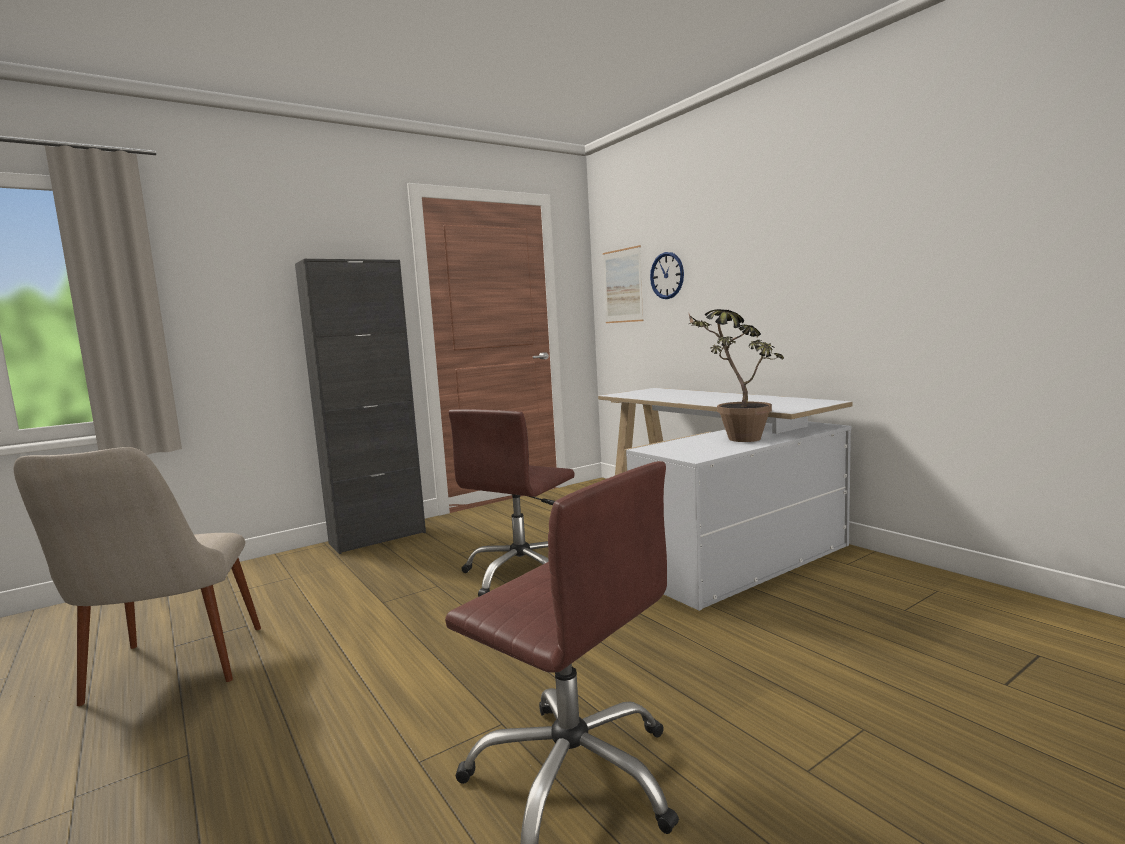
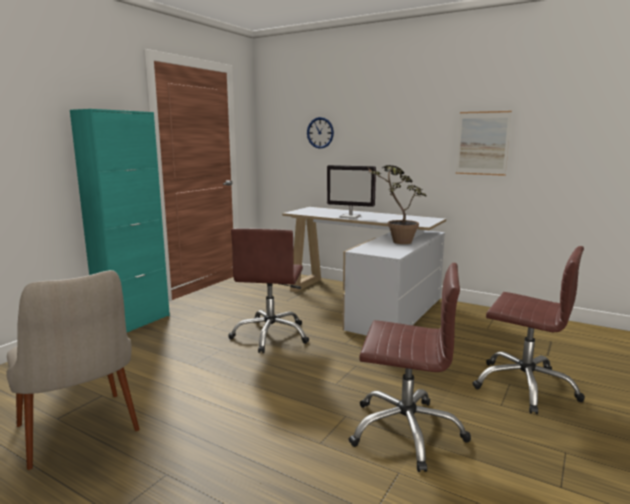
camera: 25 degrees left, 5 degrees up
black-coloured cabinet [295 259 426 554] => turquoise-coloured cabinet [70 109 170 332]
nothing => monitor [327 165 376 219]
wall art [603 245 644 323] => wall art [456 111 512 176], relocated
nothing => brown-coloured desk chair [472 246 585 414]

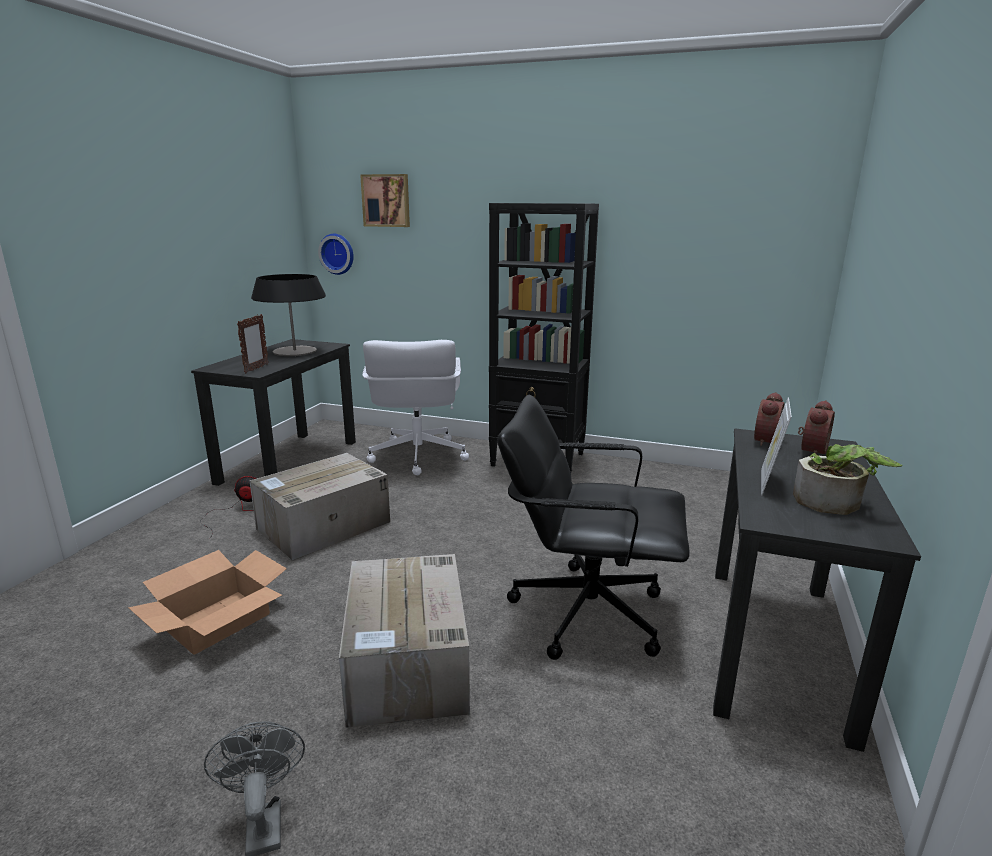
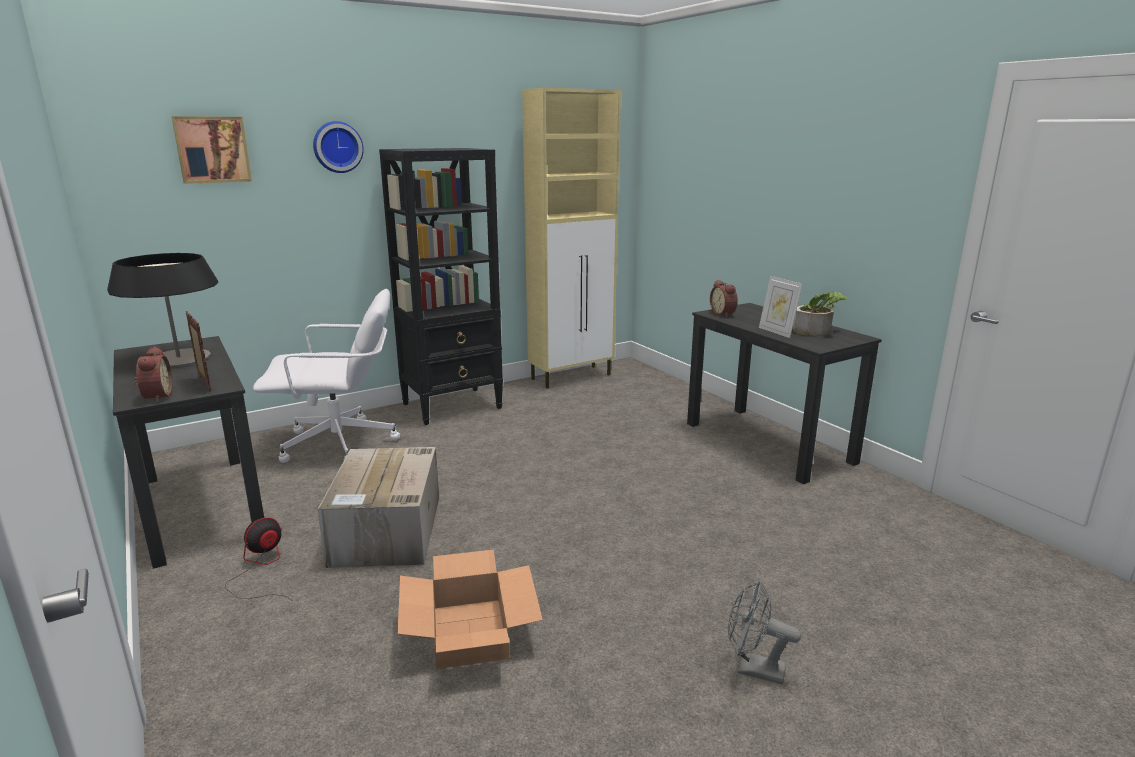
camera: 50 degrees left, 0 degrees up
bedside clock [798 400 835 454] => bedside clock [134 347 172 402], relocated
white-coloured desk chair [363 340 469 475] => white-coloured desk chair [253 289 400 463], 45 degrees counterclockwise
hanging clock [318 234 354 275] => hanging clock [313 121 364 173], relocated
nothing => beige cabinet [522 87 621 388]
cardboard box [339 554 470 728] => nothing
black-coloured desk chair [497 394 690 660] => nothing

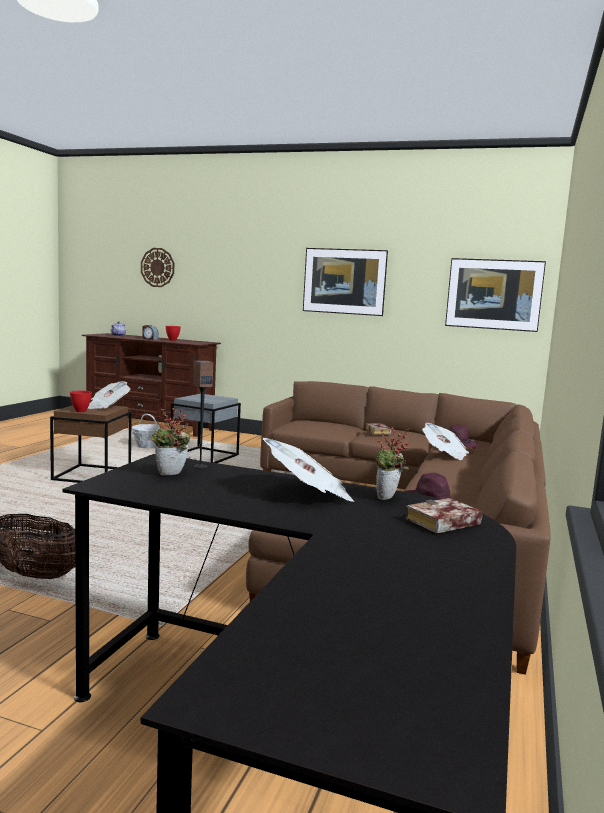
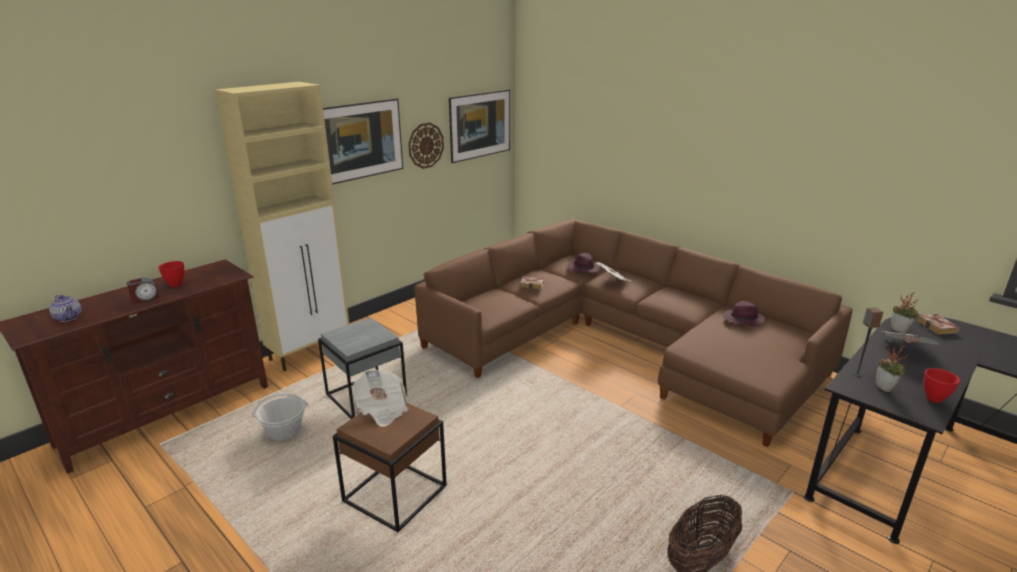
camera: 65 degrees left, 15 degrees up
nothing => beige cabinet [215 82 349 371]
hanging clock [141 248 174 287] => hanging clock [408 123 444 169], relocated
red-coloured serving bowl [70 391 92 412] => red-coloured serving bowl [924 368 960 403], relocated

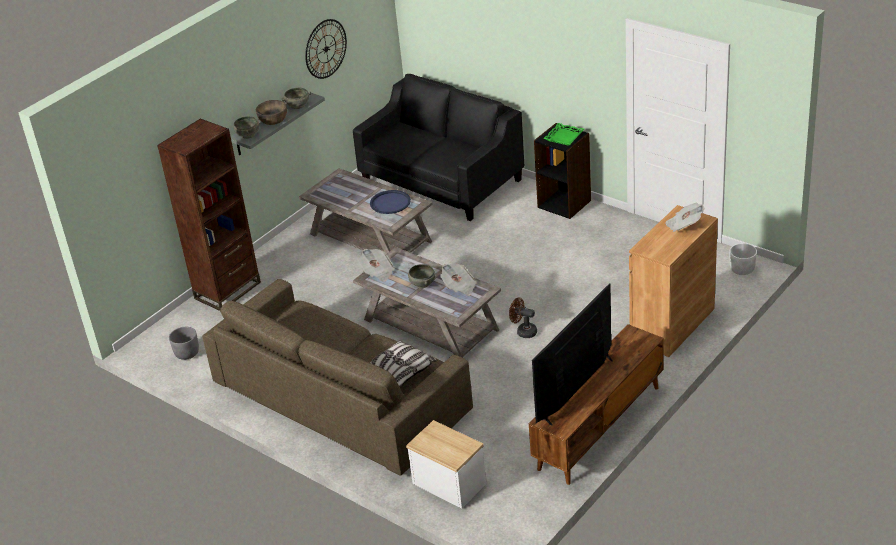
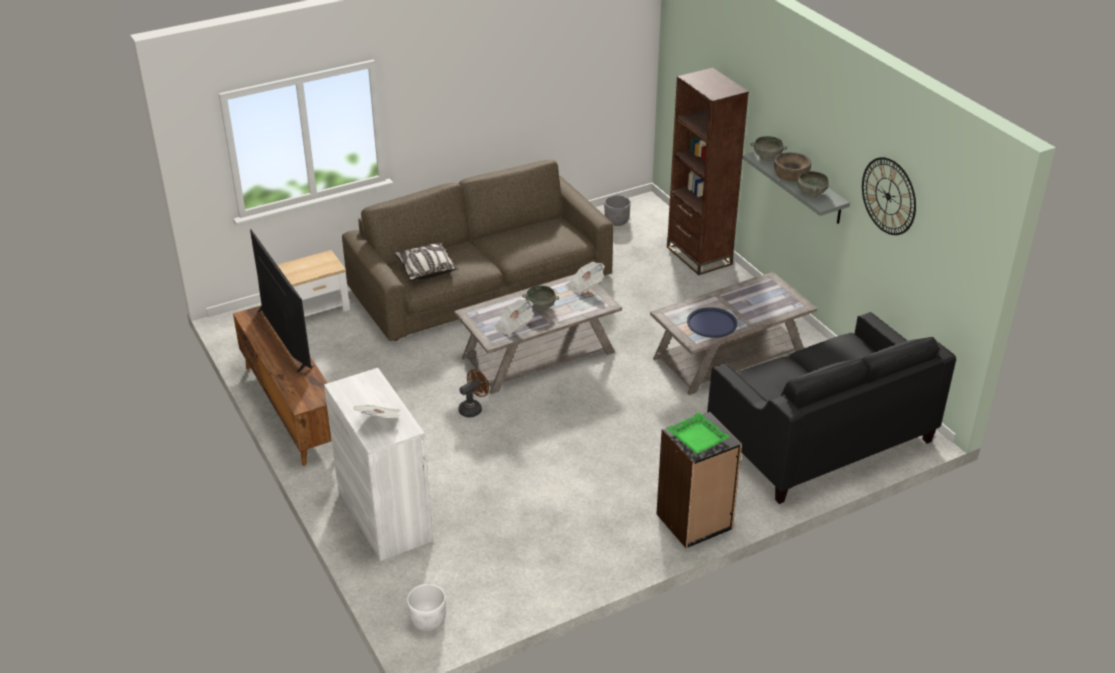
camera: 110 degrees right, 0 degrees up
brown-coloured cabinet [629 205 718 357] => white-coloured cabinet [324 368 433 561]

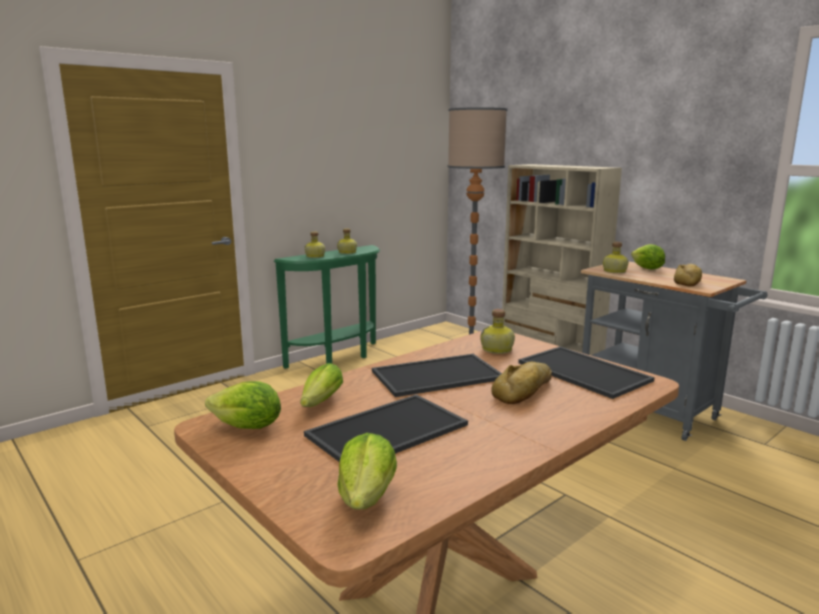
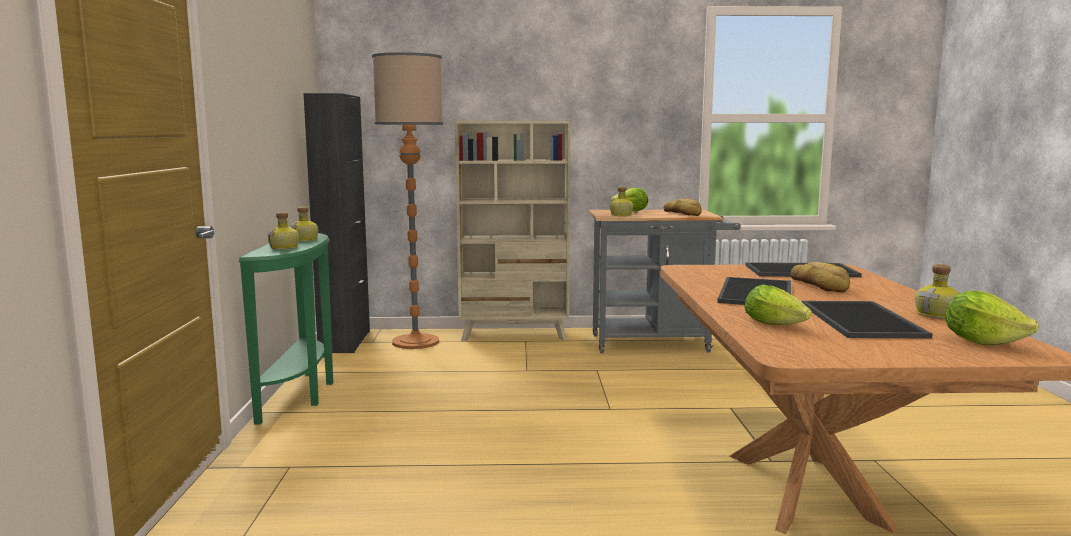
camera: 50 degrees left, 5 degrees down
nothing => black-coloured cabinet [304 93 370 353]
bottle [480 309 515 354] => bottle [915 264 960 319], relocated
lettuce head [205 381 281 429] => nothing

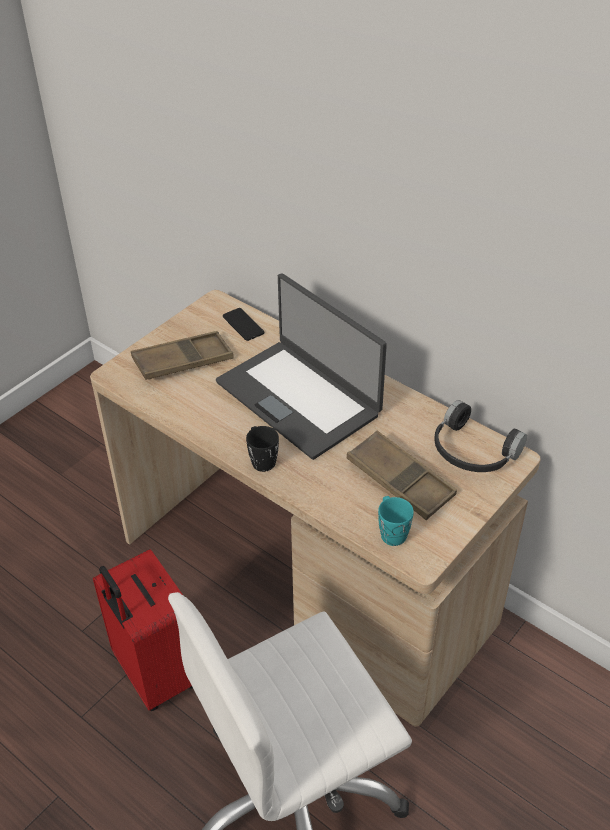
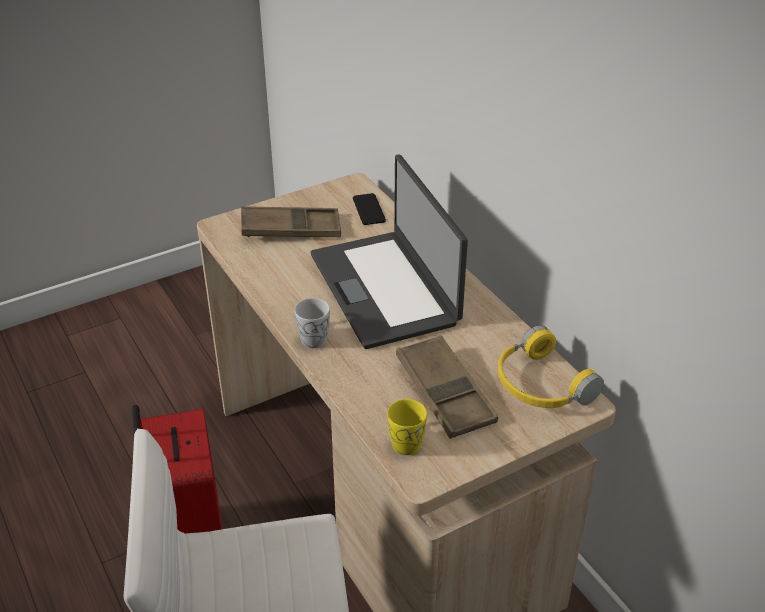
camera: 20 degrees right, 5 degrees down
black-coloured mug [246 426 279 472] => white-coloured mug [295 298 330 348]
turquoise-coloured mug [378 496 414 546] => yellow mug [387 398 427 455]
black-coloured headphones [435 400 527 472] => yellow headphones [498 325 604 408]

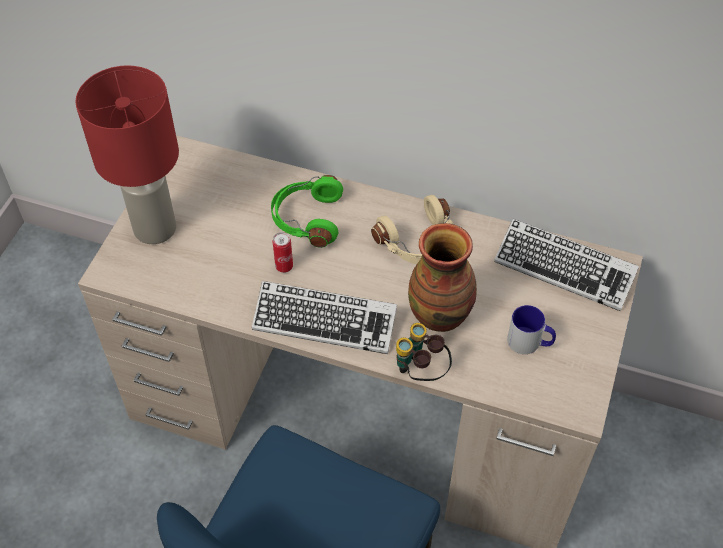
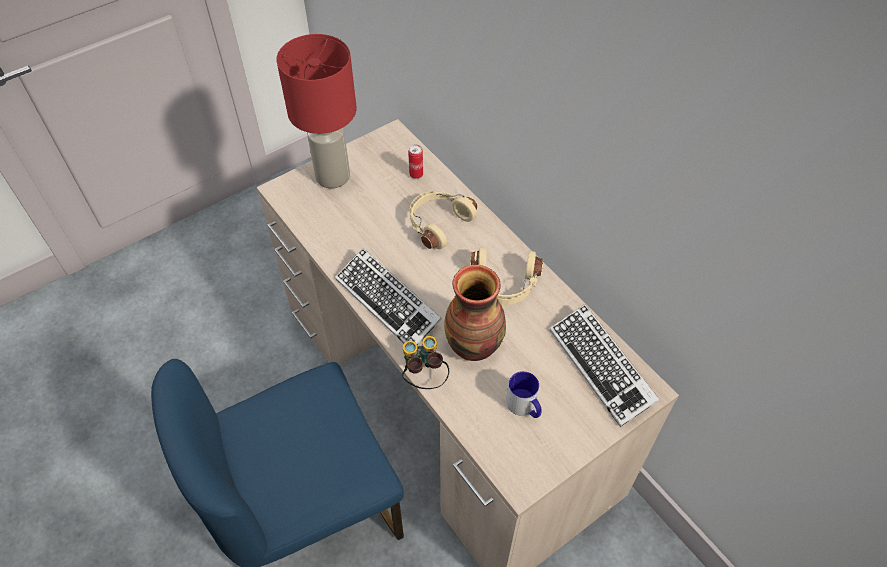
camera: 35 degrees right, 0 degrees up
sealed can [273 232 293 273] => sealed can [408 144 423 179], relocated
green-coloured headphones [271 175 343 248] => beige headphones [410 191 477 249]

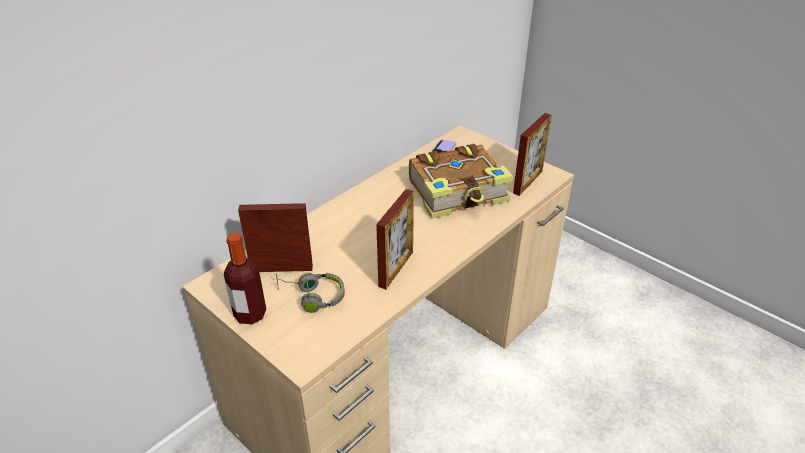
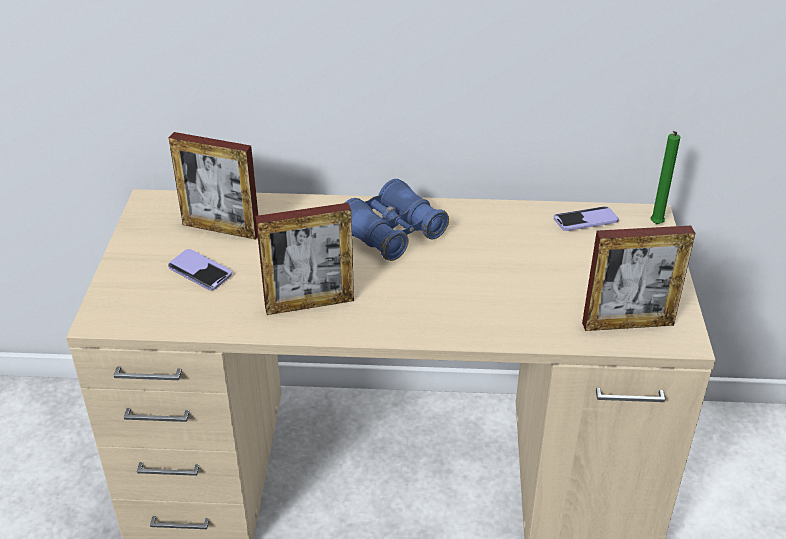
camera: 50 degrees right, 0 degrees up
greyish headphones [276 273 345 313] => handset [168 249 232 291]
standing frame [238 203 313 272] => standing frame [169 132 258 240], 150 degrees clockwise
nothing => blue field glasses [345 179 449 261]
nothing => green-coloured wax light [650 131 680 224]
bottle [224 233 266 324] => nothing
book [409 144 513 218] => nothing

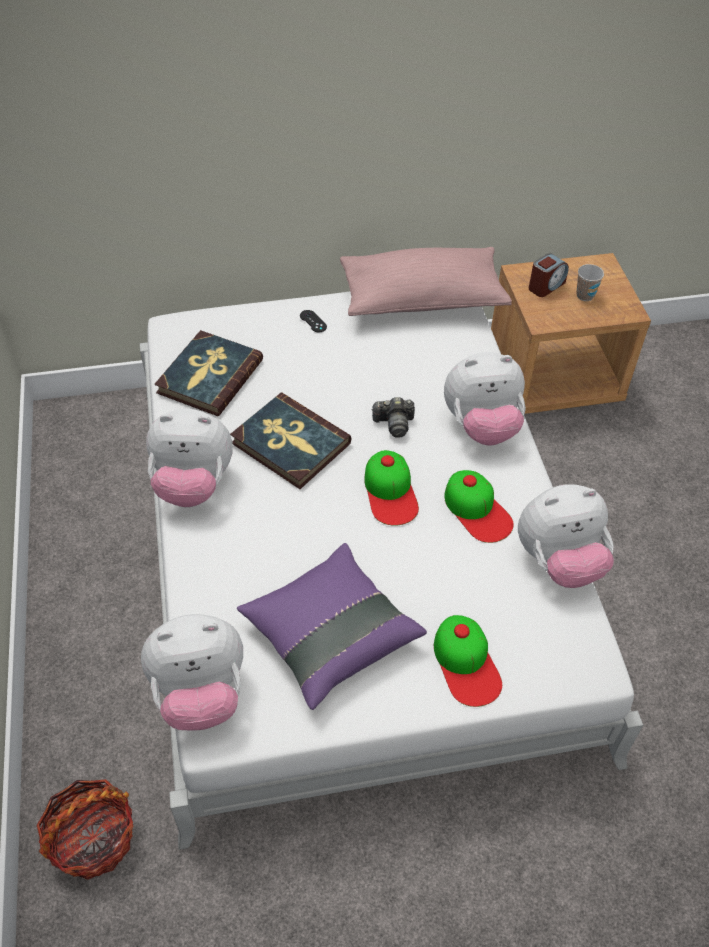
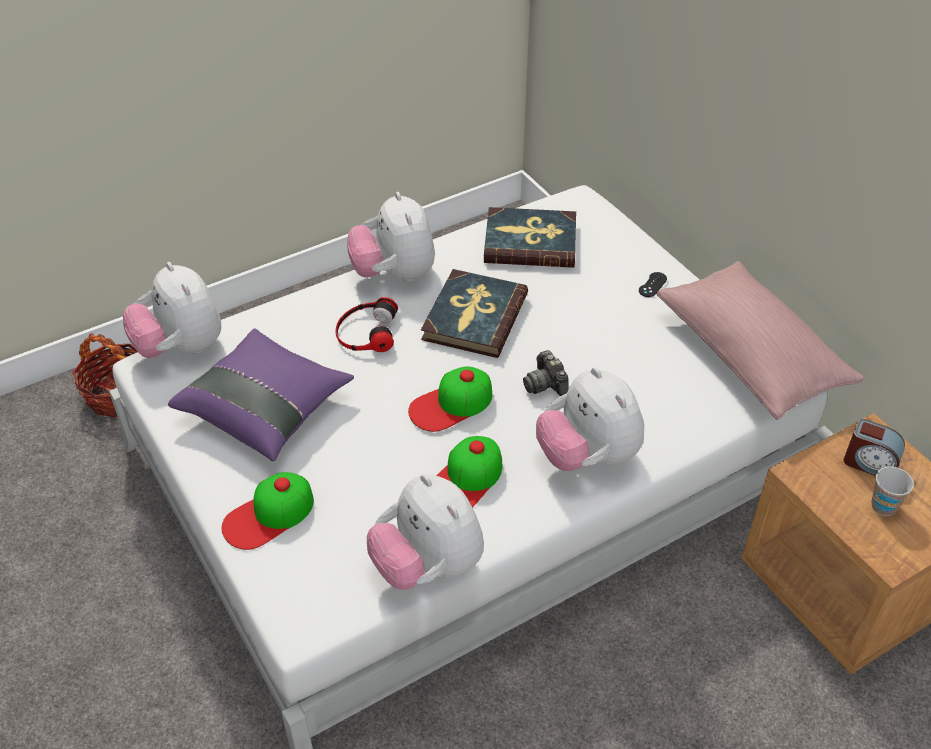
camera: 70 degrees right, 5 degrees down
nothing => headphones [335 297 398 352]

